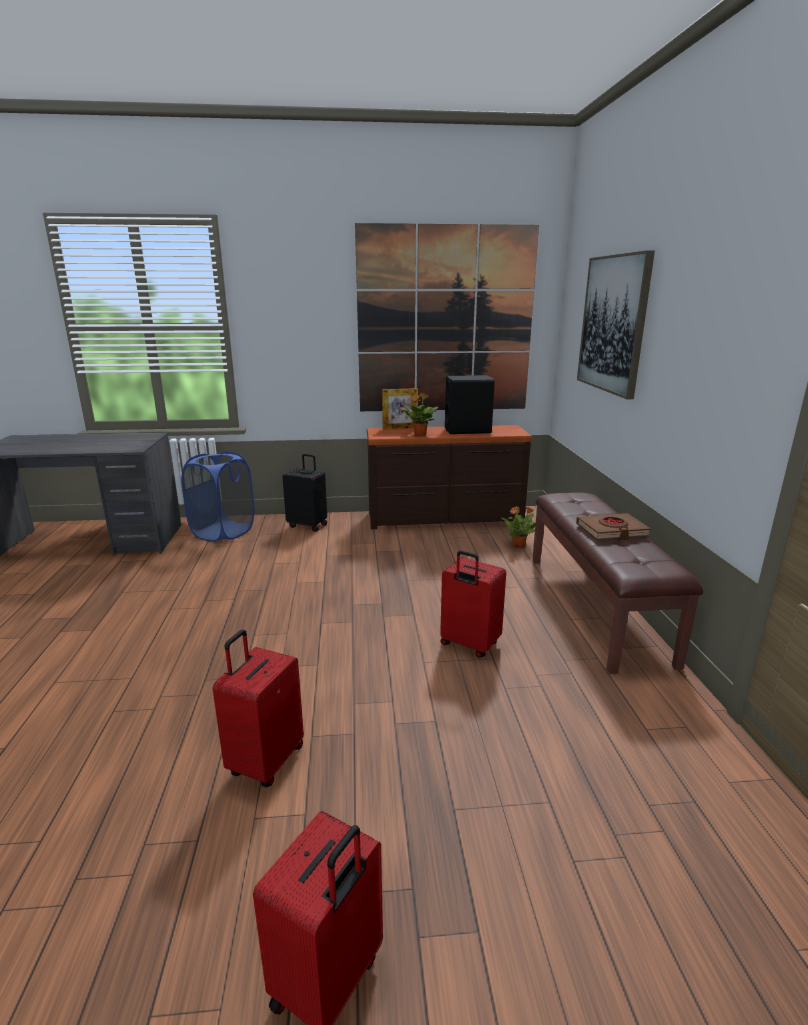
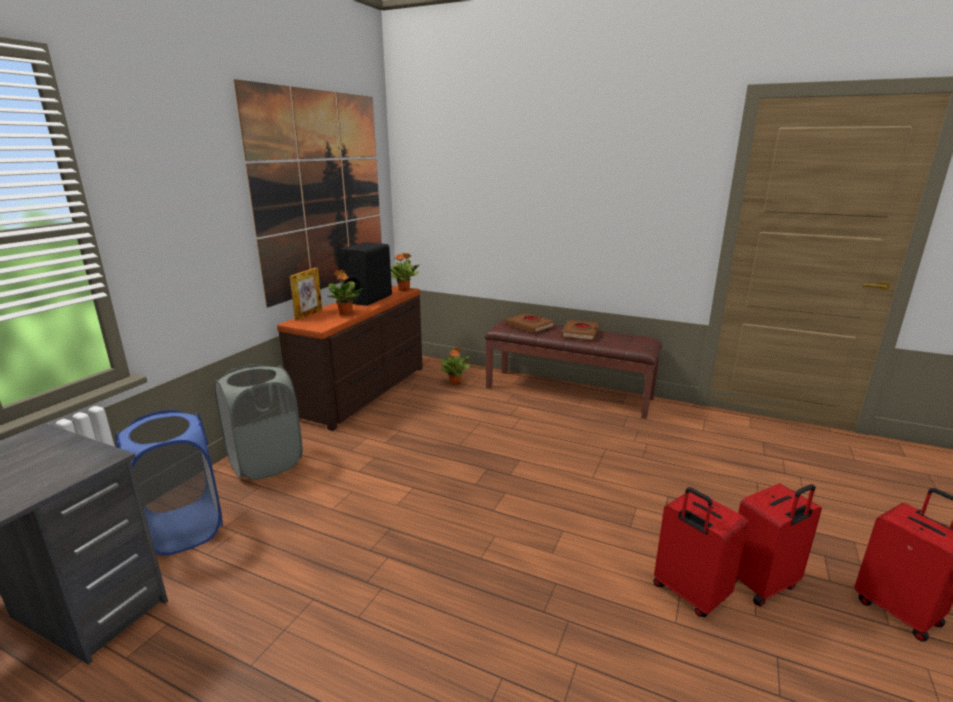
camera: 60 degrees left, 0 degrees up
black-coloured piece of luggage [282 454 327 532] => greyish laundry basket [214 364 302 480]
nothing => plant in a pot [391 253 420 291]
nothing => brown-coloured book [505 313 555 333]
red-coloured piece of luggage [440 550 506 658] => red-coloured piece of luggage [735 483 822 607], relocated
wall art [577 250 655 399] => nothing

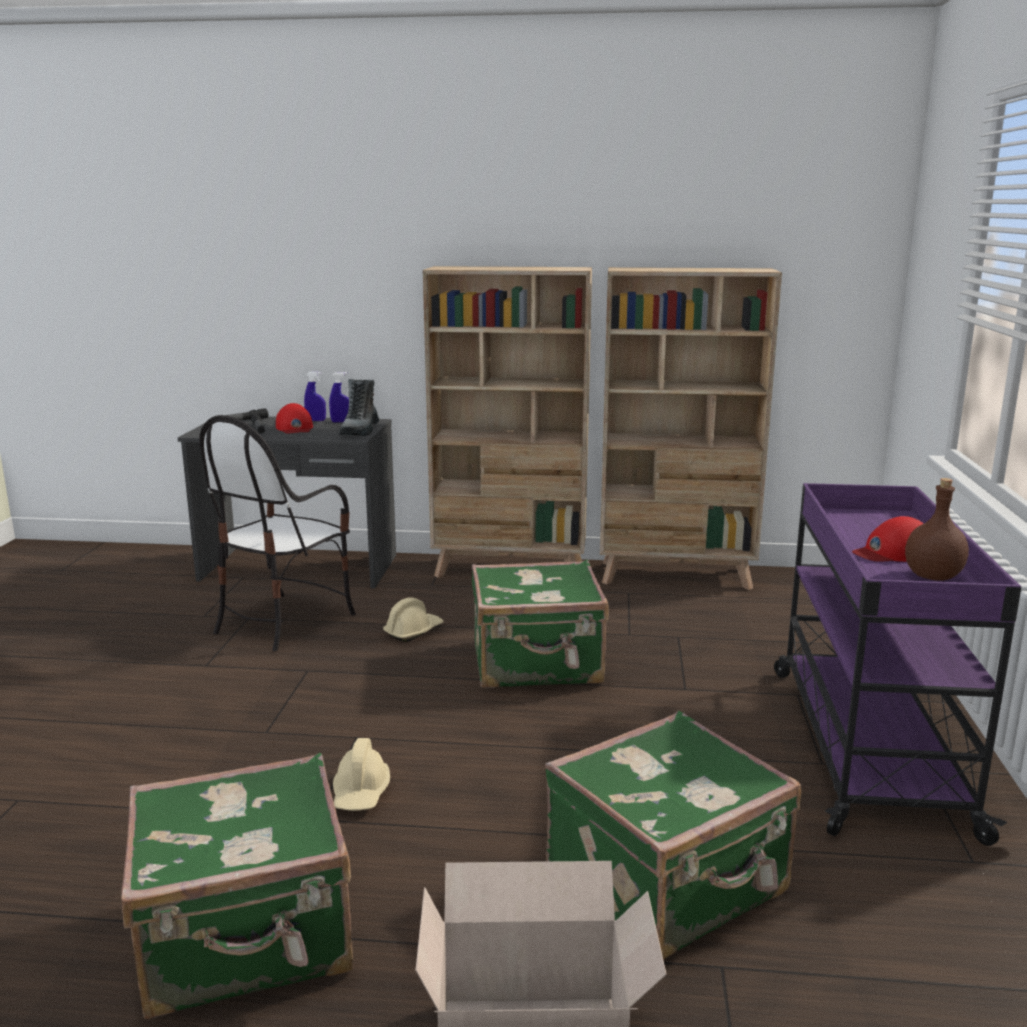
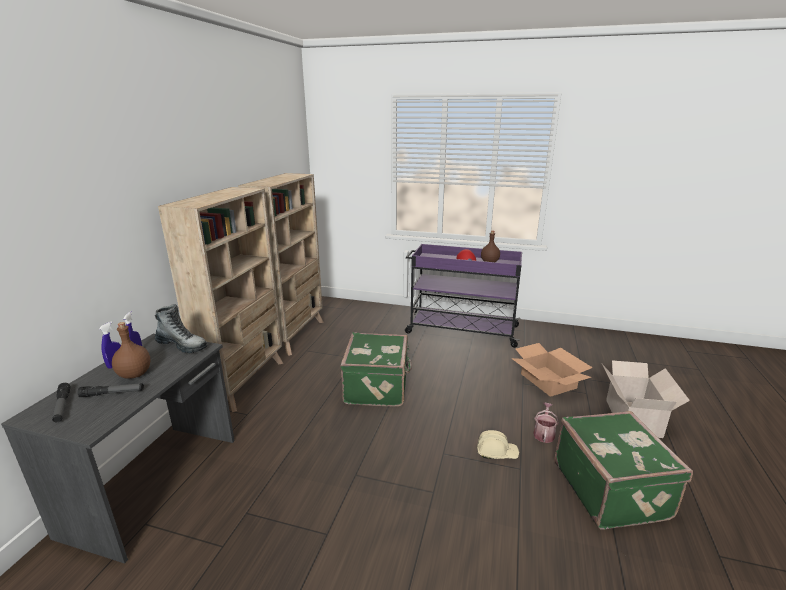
camera: 80 degrees left, 5 degrees up
red-coloured peaked cap [276 403 313 434] => brown-coloured bottle [112 322 150 379]
green-coloured piece of luggage [545 711 801 960] => cardboard box [511 343 593 397]
nothing => watering can [533 403 559 443]
plain chair [199 415 356 651] => nothing
beige work helmet [383 597 444 642] => nothing

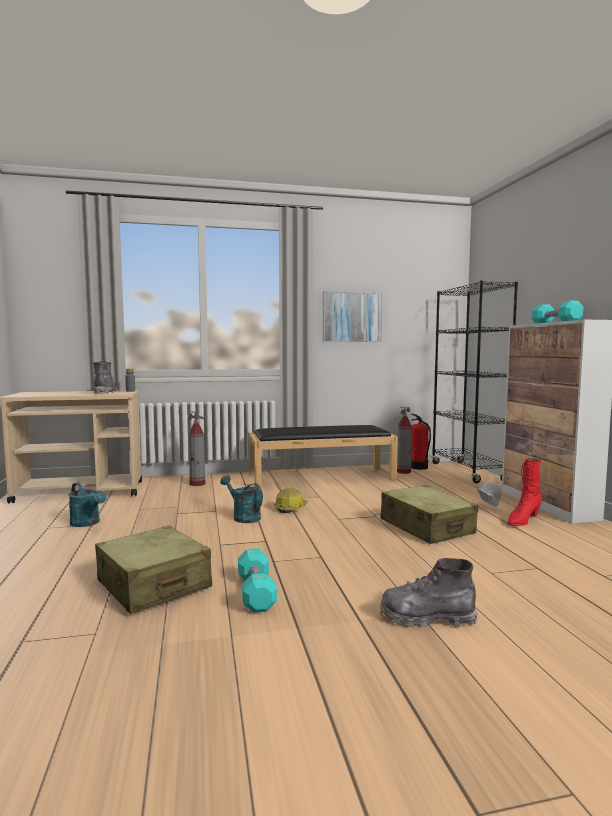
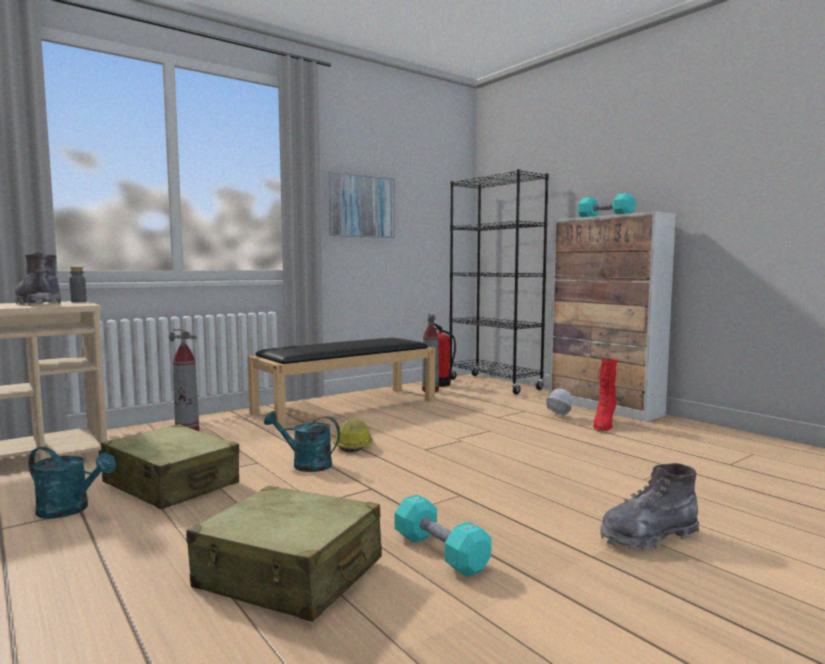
camera: 25 degrees left, 0 degrees up
beige piece of luggage [380 485 478 544] => beige piece of luggage [101 424 239 509], relocated

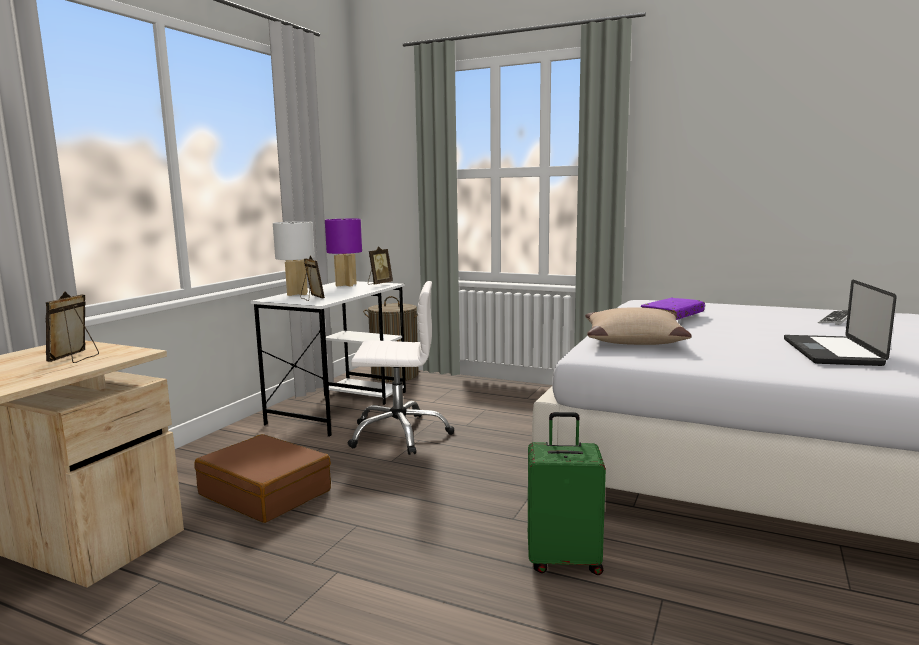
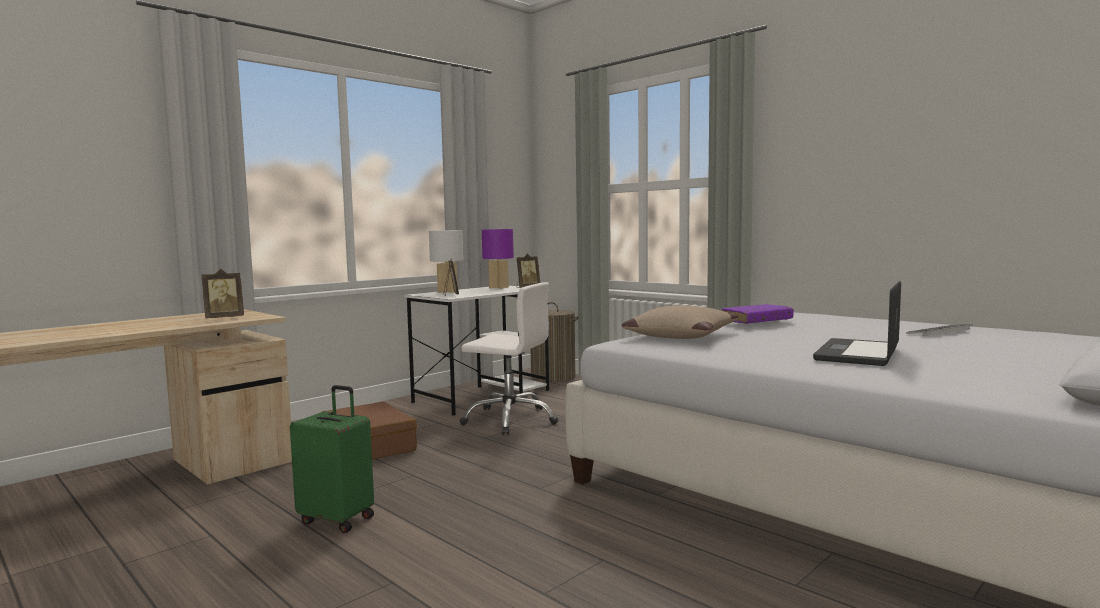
camera: 20 degrees right, 5 degrees down
standing frame [46 292 99 363] => standing frame [202 269 244 318], 150 degrees counterclockwise
green-coloured piece of luggage [528 412 606 575] => green-coloured piece of luggage [290 385 374 533], relocated

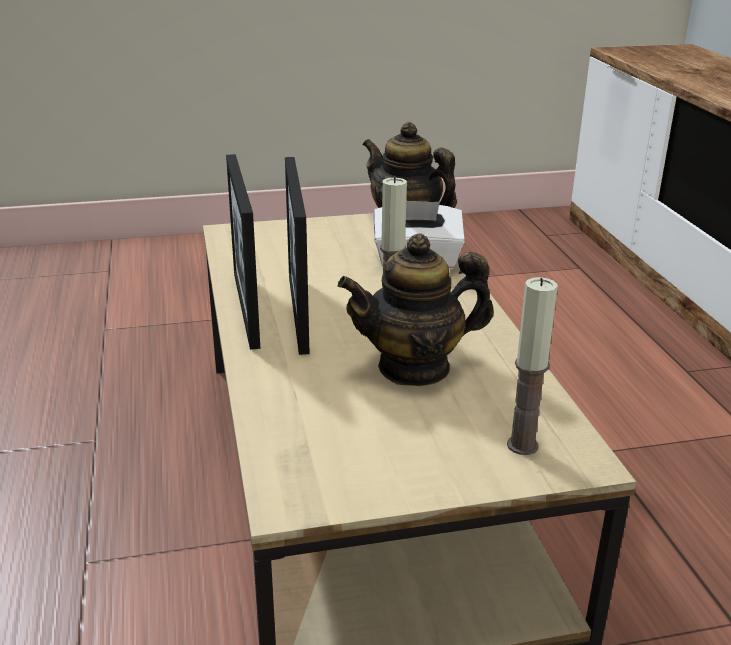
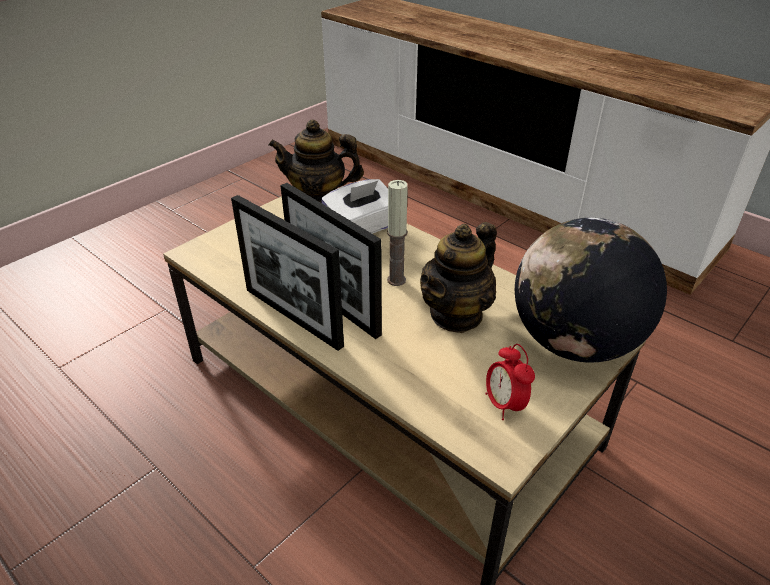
camera: 35 degrees left, 10 degrees up
nothing => bedside clock [485 344 535 420]
wax light [507 277 557 455] => desk globe [515 218 667 363]

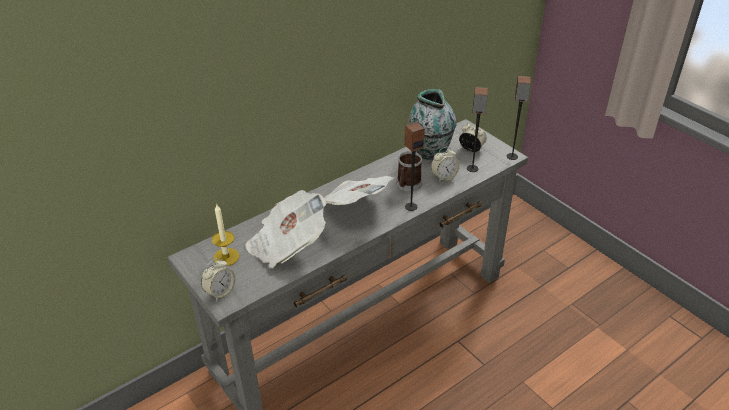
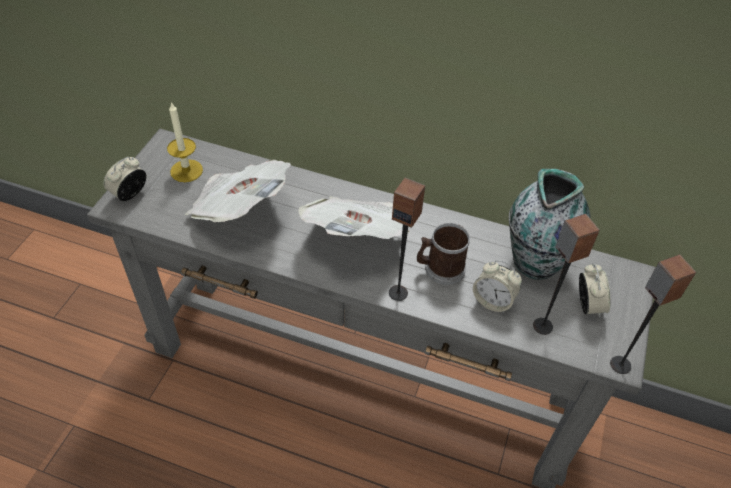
camera: 55 degrees right, 10 degrees up
bedside clock [201 258 235 301] => bedside clock [103 157 146 201], 120 degrees clockwise

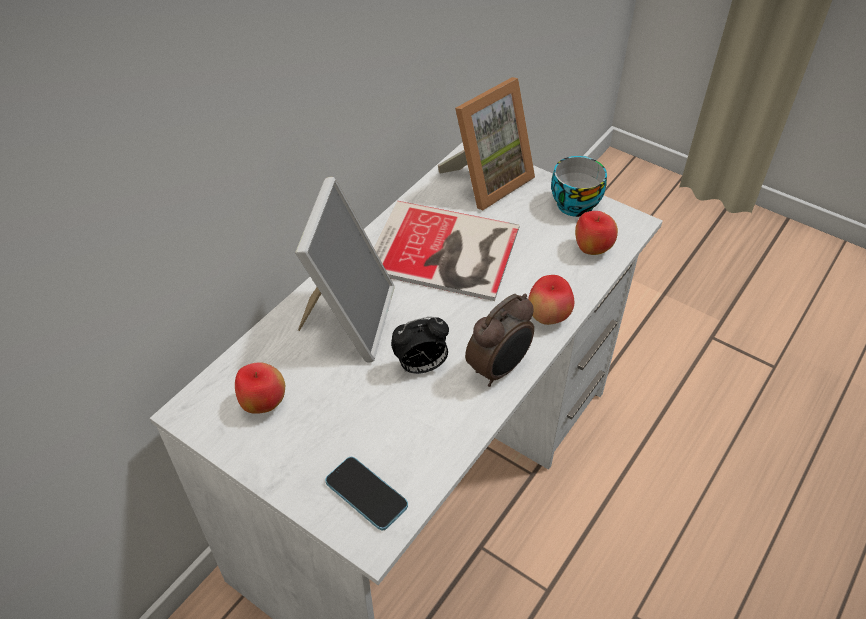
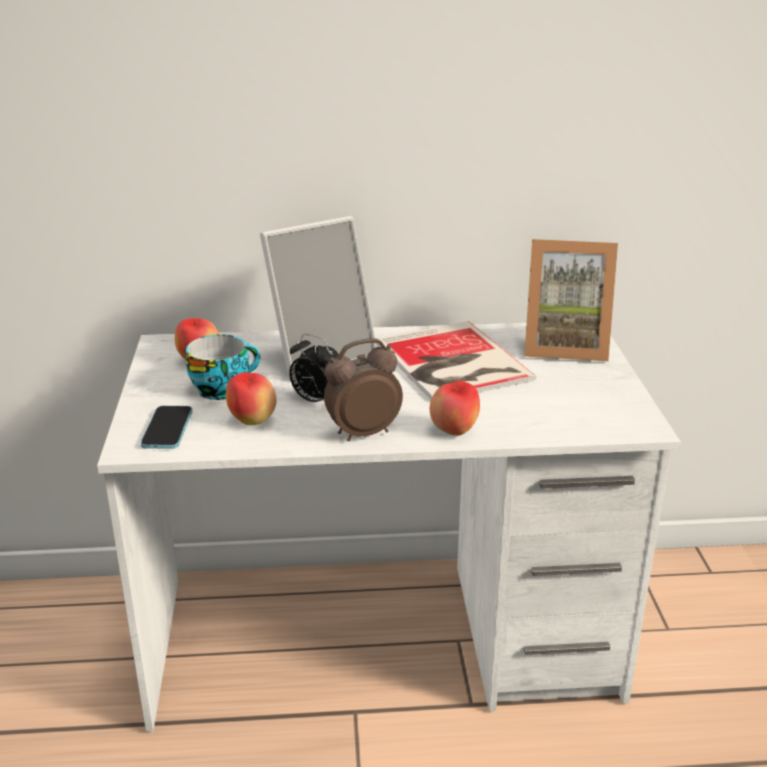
camera: 50 degrees right, 20 degrees down
small cup [551 156 607 217] => small cup [186 335 260 400], relocated
whole apple [575 211 618 255] => whole apple [226 372 276 425], relocated
bedside clock [465 294 534 387] => bedside clock [324 338 403 441], 150 degrees clockwise

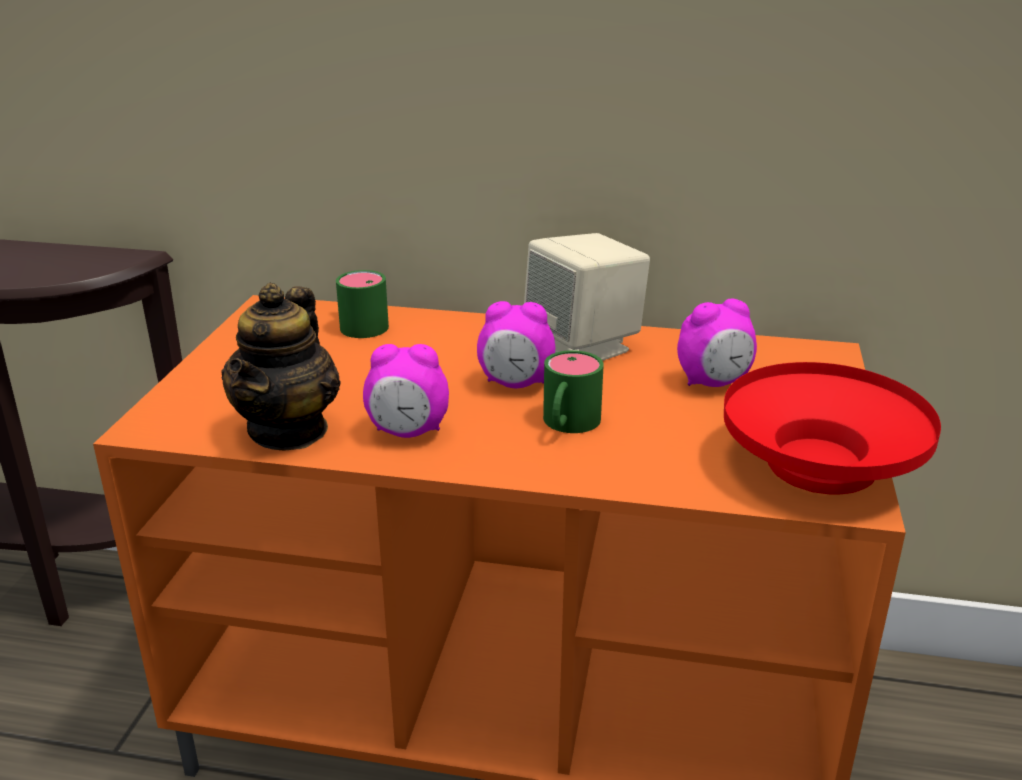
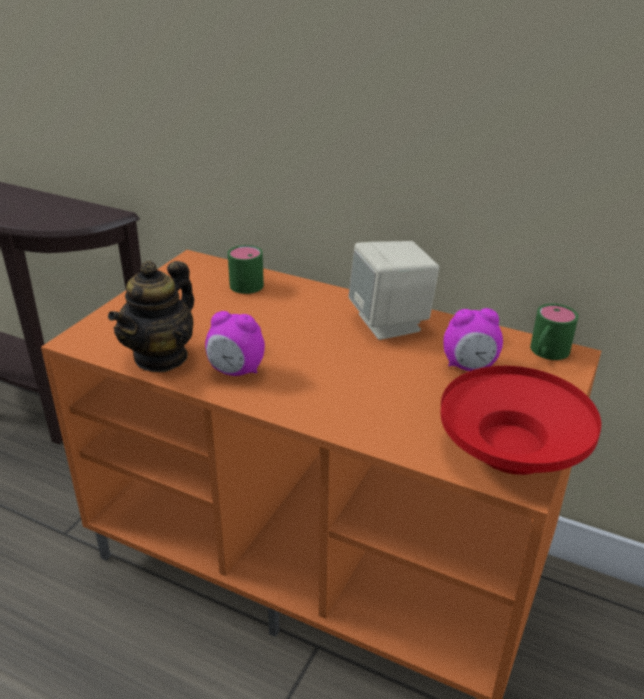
camera: 15 degrees right, 5 degrees up
green-coloured mug [543 350 604 433] => green-coloured mug [530 304 578 360], relocated
bedside clock [477 301 555 388] => nothing

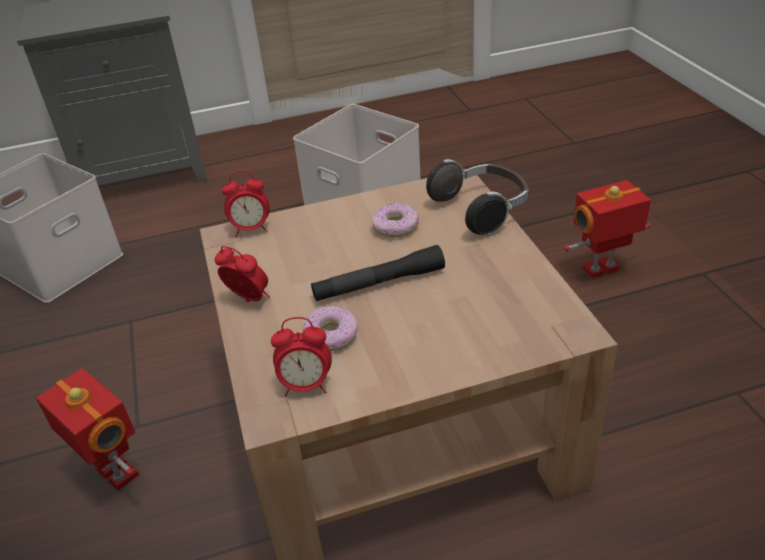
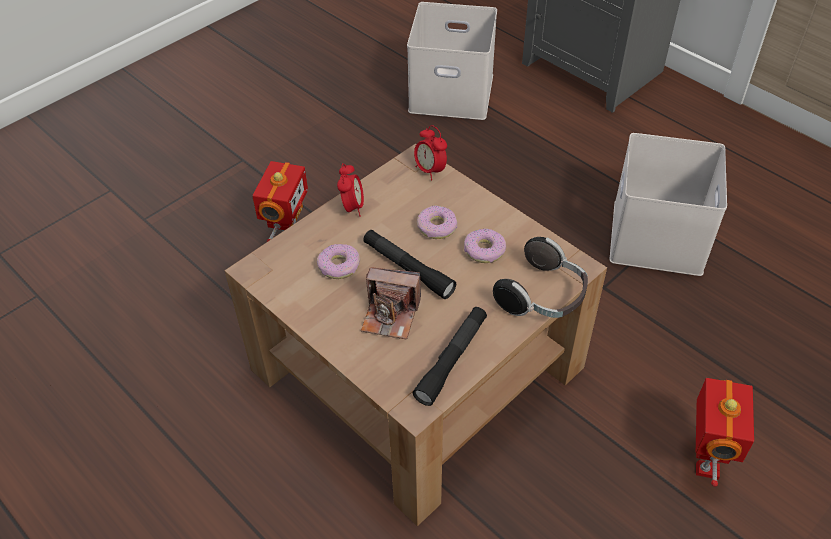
camera: 60 degrees right, 10 degrees up
nothing => photo camera [361 267 421 339]
nothing => black-coloured torch [413 307 487 406]
nothing => ring doughnut [417 205 457 239]
model robot [564 180 651 279] => model robot [696 378 754 487], 60 degrees clockwise
bedside clock [271 317 332 397] => nothing

